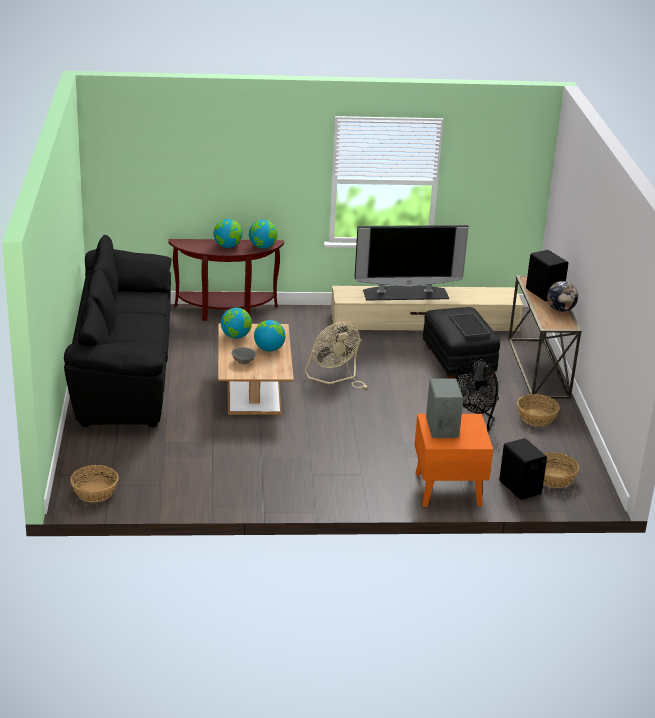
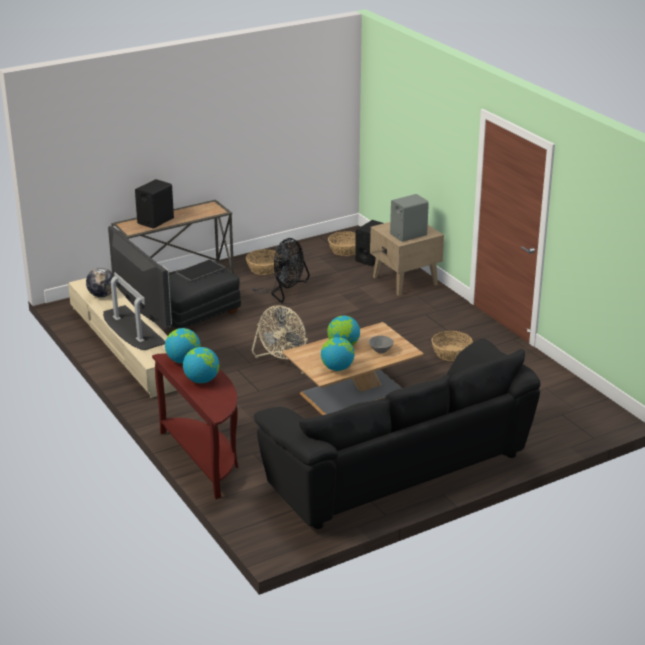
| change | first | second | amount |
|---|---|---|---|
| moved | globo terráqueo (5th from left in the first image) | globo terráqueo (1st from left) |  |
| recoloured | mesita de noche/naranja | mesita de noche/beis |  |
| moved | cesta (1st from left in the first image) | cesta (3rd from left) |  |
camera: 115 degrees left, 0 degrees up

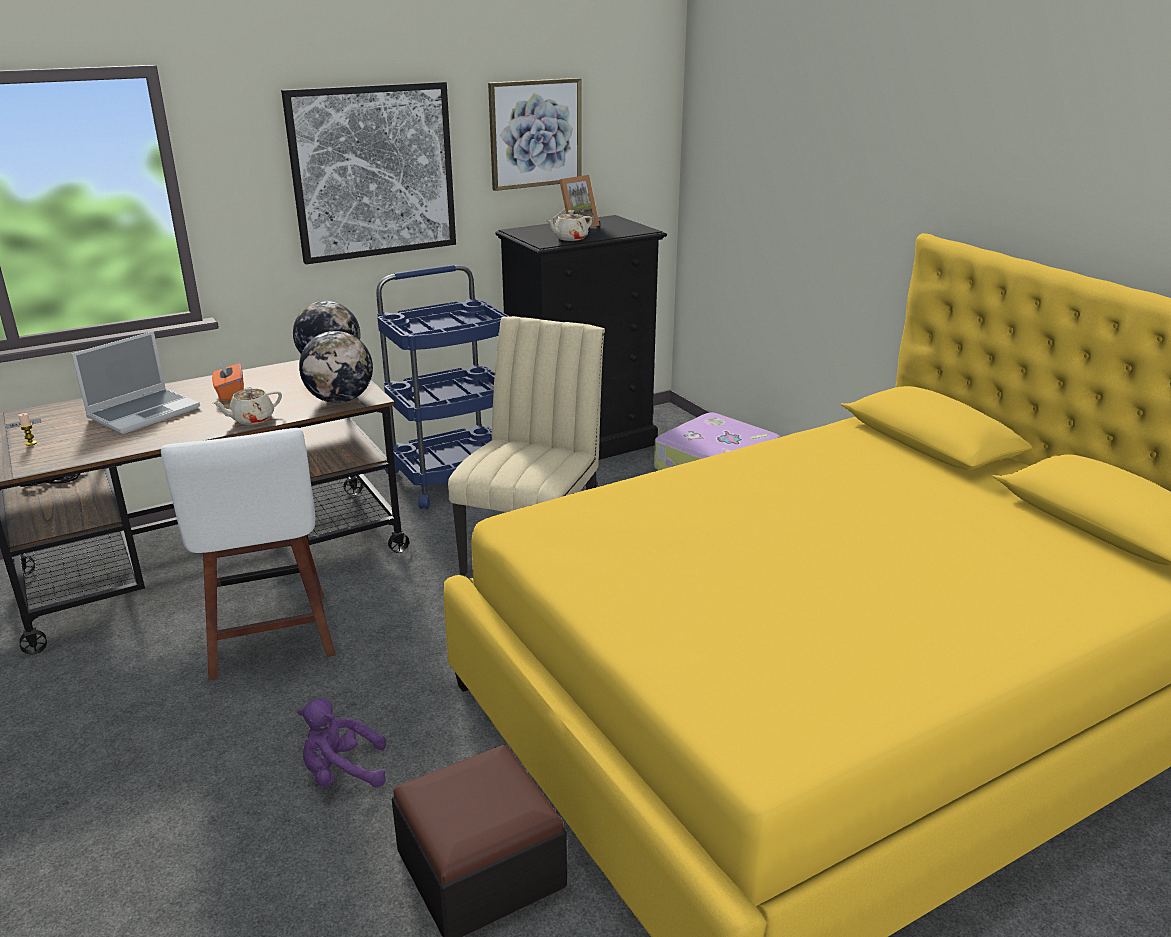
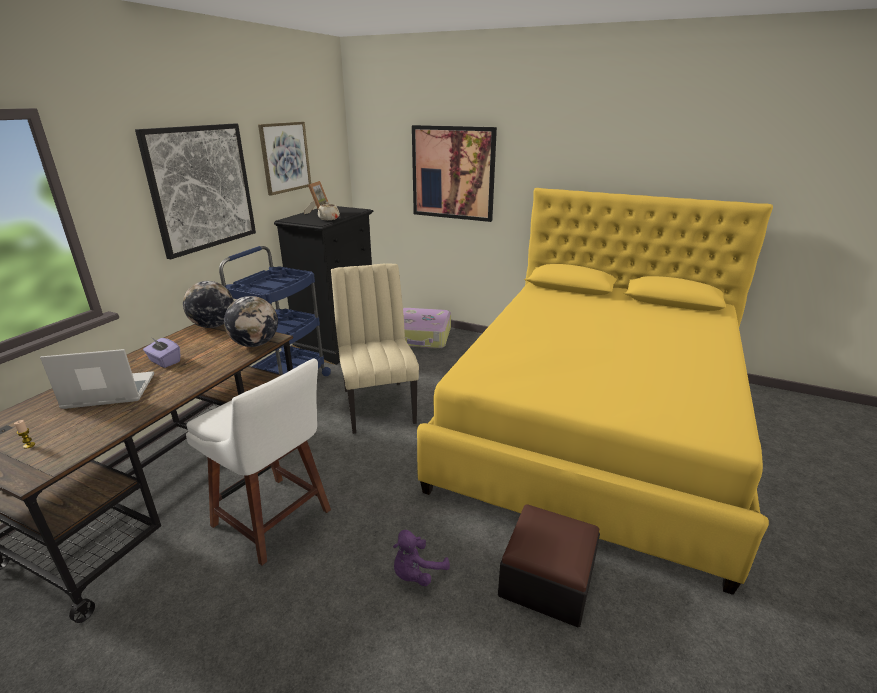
| change | first | second | amount |
|---|---|---|---|
| turned | portátil |  | 105 degrees counterclockwise |
| recoloured | caja de pañuelos/naranja | caja de pañuelos/morado |  |
| added |  | cuadro (3rd from left) |  |
| removed | tetera/beis (1st from left) |  |  |
camera: 35 degrees left, 0 degrees up

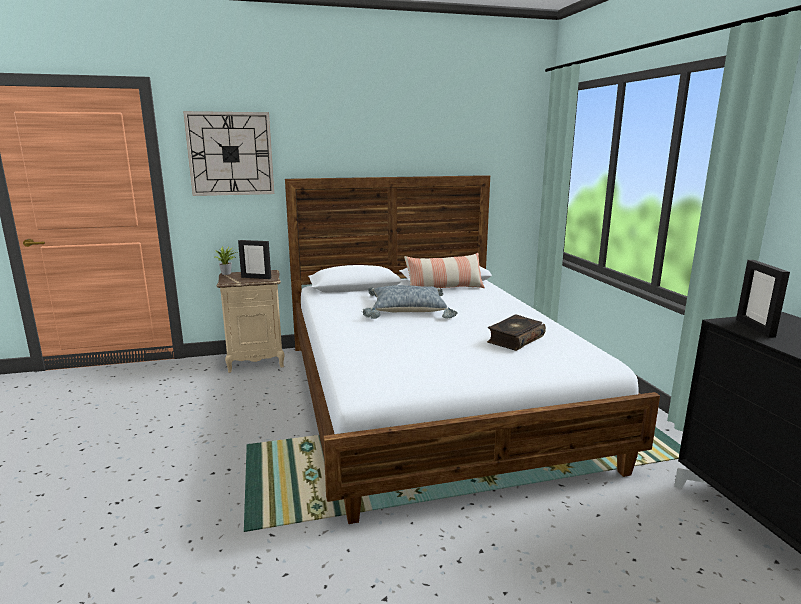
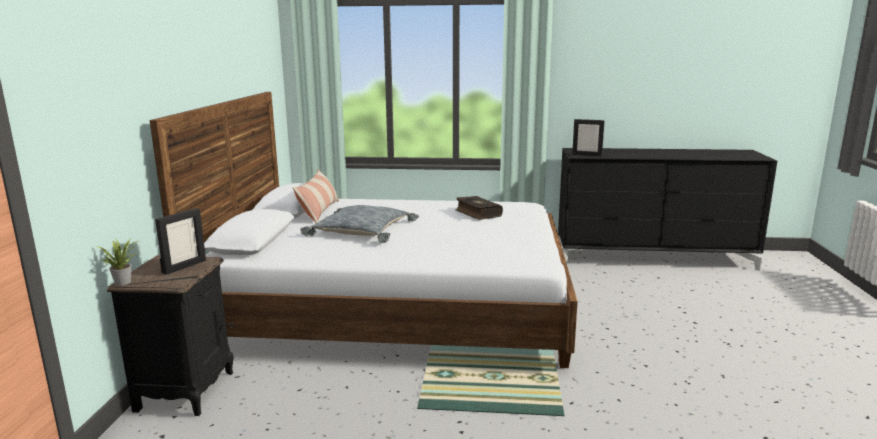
| change | first | second | amount |
|---|---|---|---|
| recoloured | mesita de noche/beis | mesita de noche/negro |  |
| removed | reloj de pared |  |  |
camera: 70 degrees left, 0 degrees up

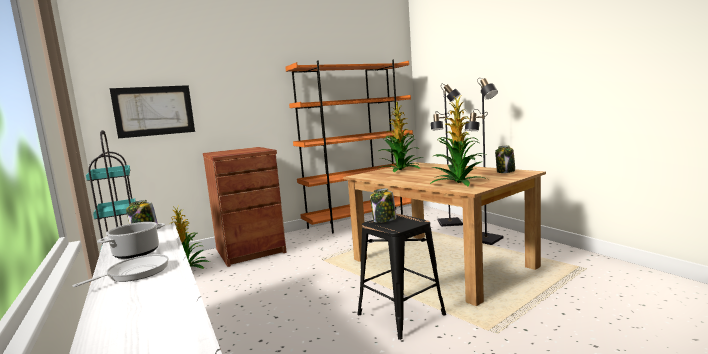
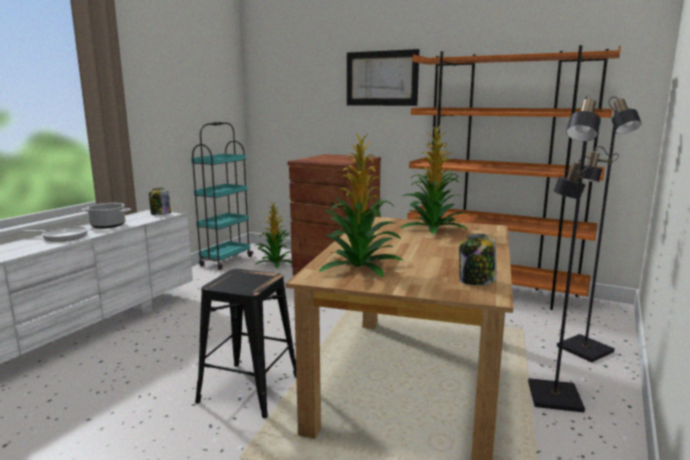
| change | first | second | amount |
|---|---|---|---|
| moved | cuadro |  |  |
| removed | tarro (2nd from left) |  |  |
camera: 55 degrees right, 5 degrees up

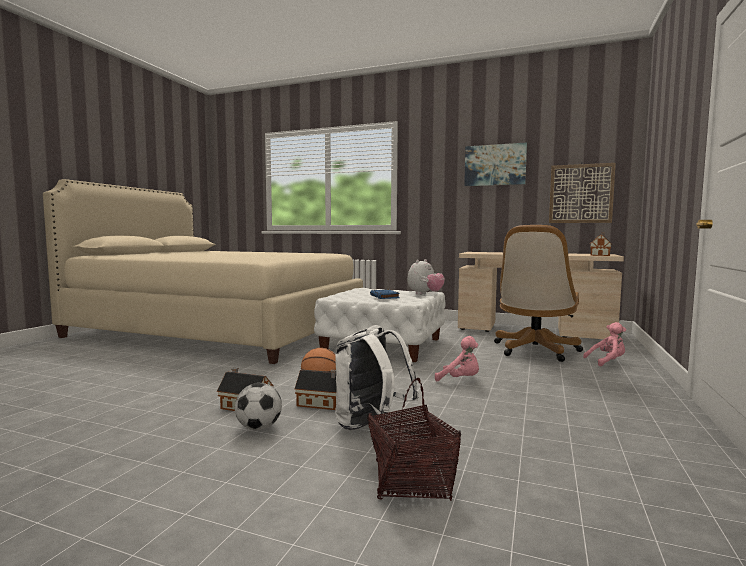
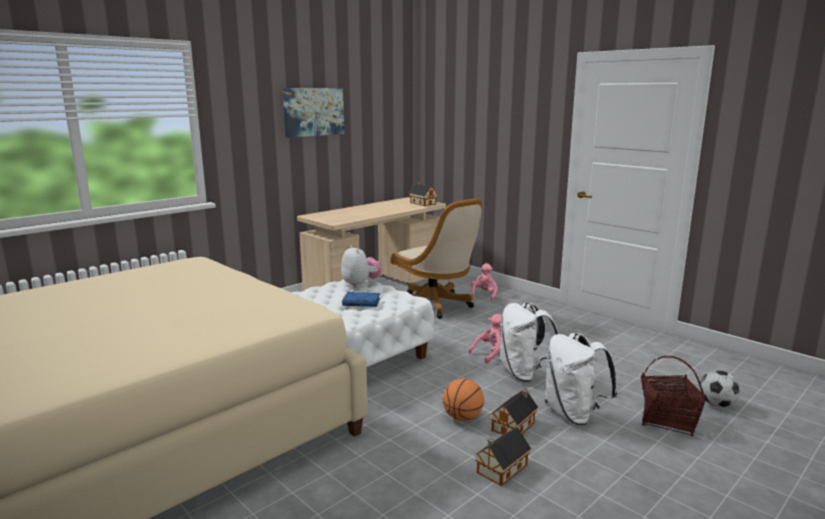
| change | first | second | amount |
|---|---|---|---|
| added |  | mochila/blanco (1st from left) |  |
| moved | balón de fútbol |  |  |
| removed | cuadro (2nd from left) |  |  |
camera: 65 degrees left, 10 degrees up

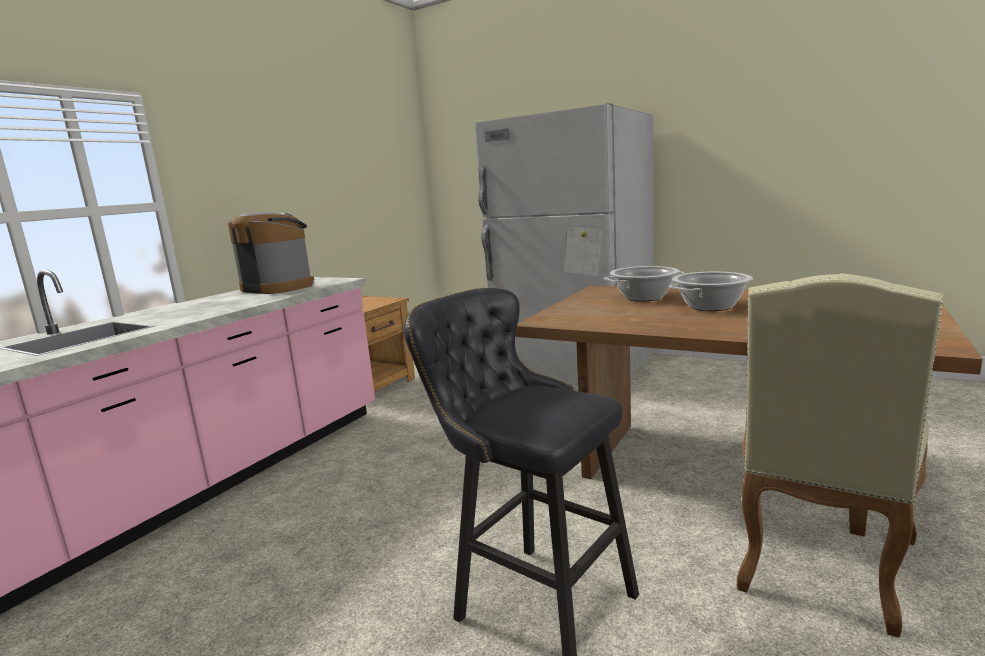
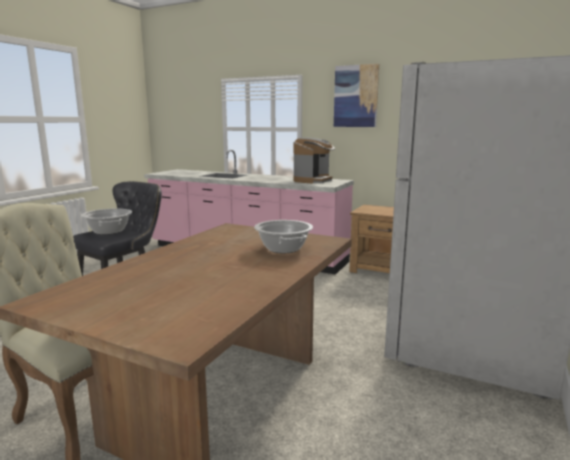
| change | first | second | amount |
|---|---|---|---|
| moved | olla (2nd from left in the first image) | olla (1st from left) |  |
| added |  | cuadro |  |
camera: 85 degrees right, 0 degrees up

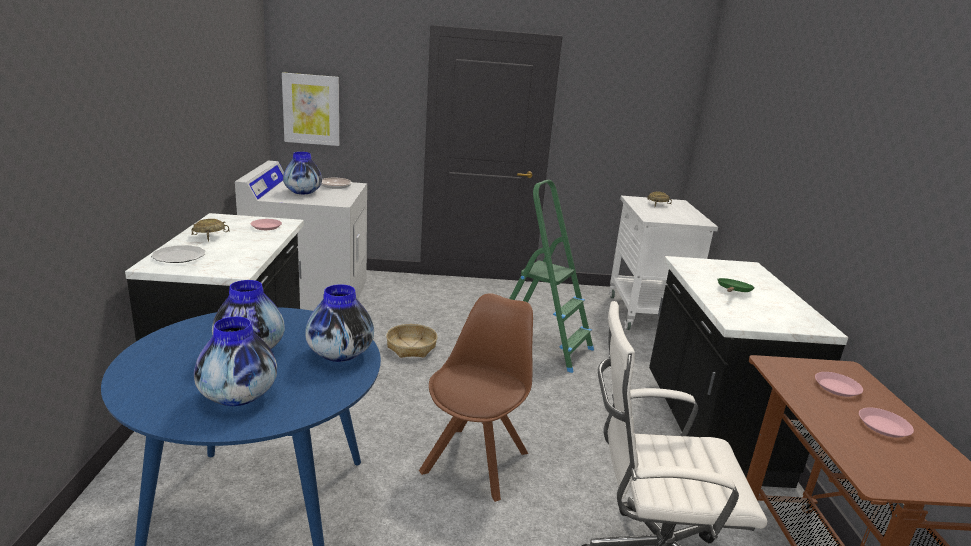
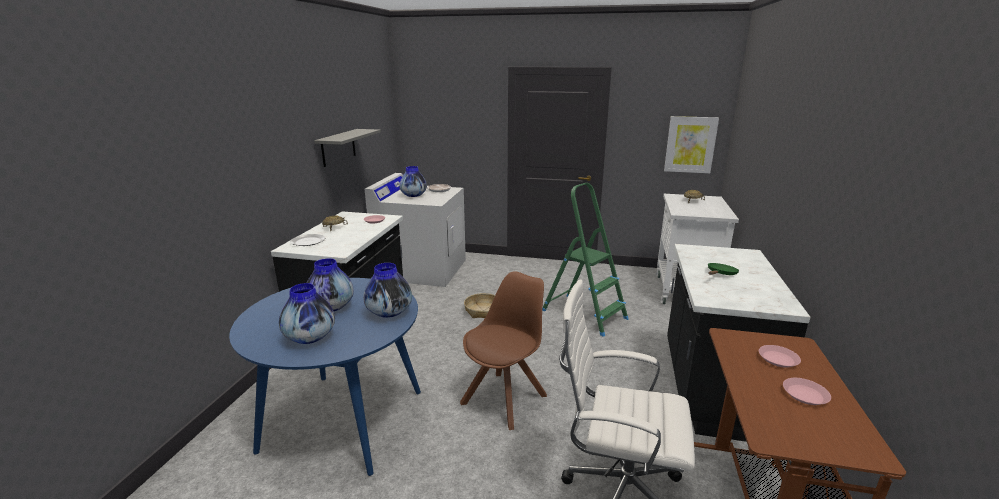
| change | first | second | amount |
|---|---|---|---|
| added |  | estante/gris |  |
| moved | cuadro |  |  |
camera: 15 degrees right, 0 degrees up

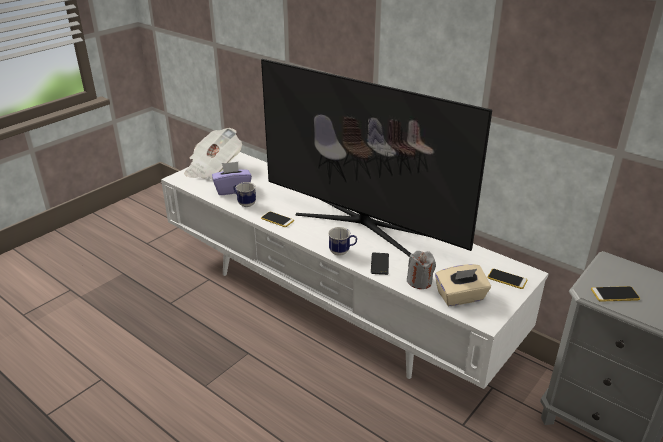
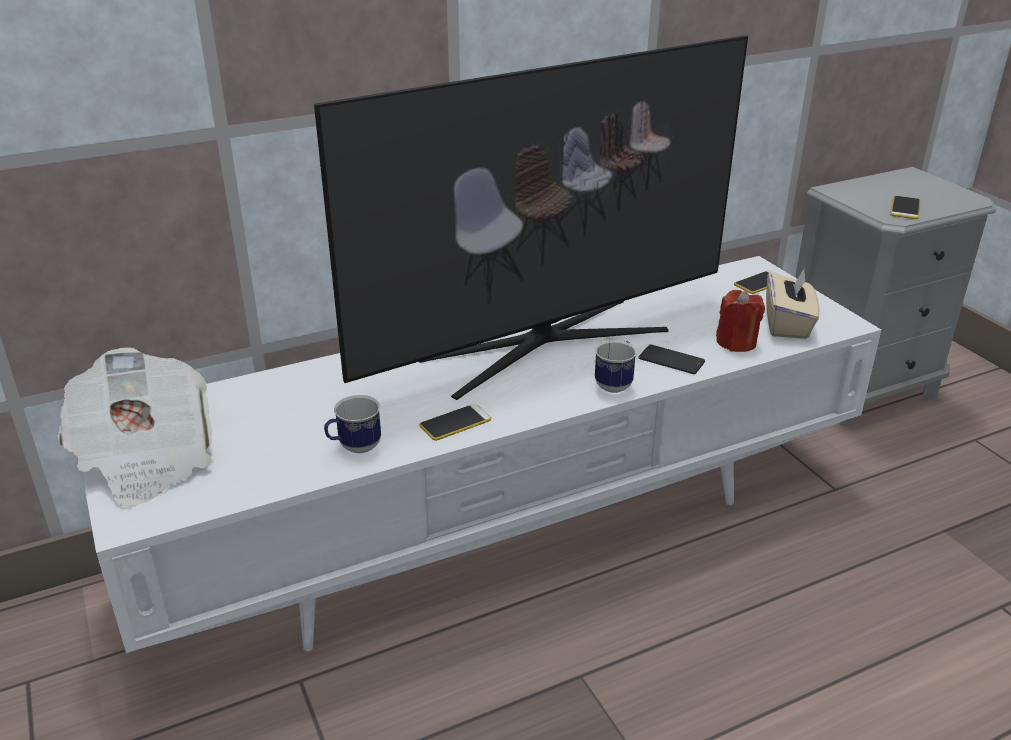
| change | first | second | amount |
|---|---|---|---|
| recoloured | vela/gris | vela/rojo |  |
| removed | caja de pañuelos/morado |  |  |
camera: 65 degrees left, 0 degrees up

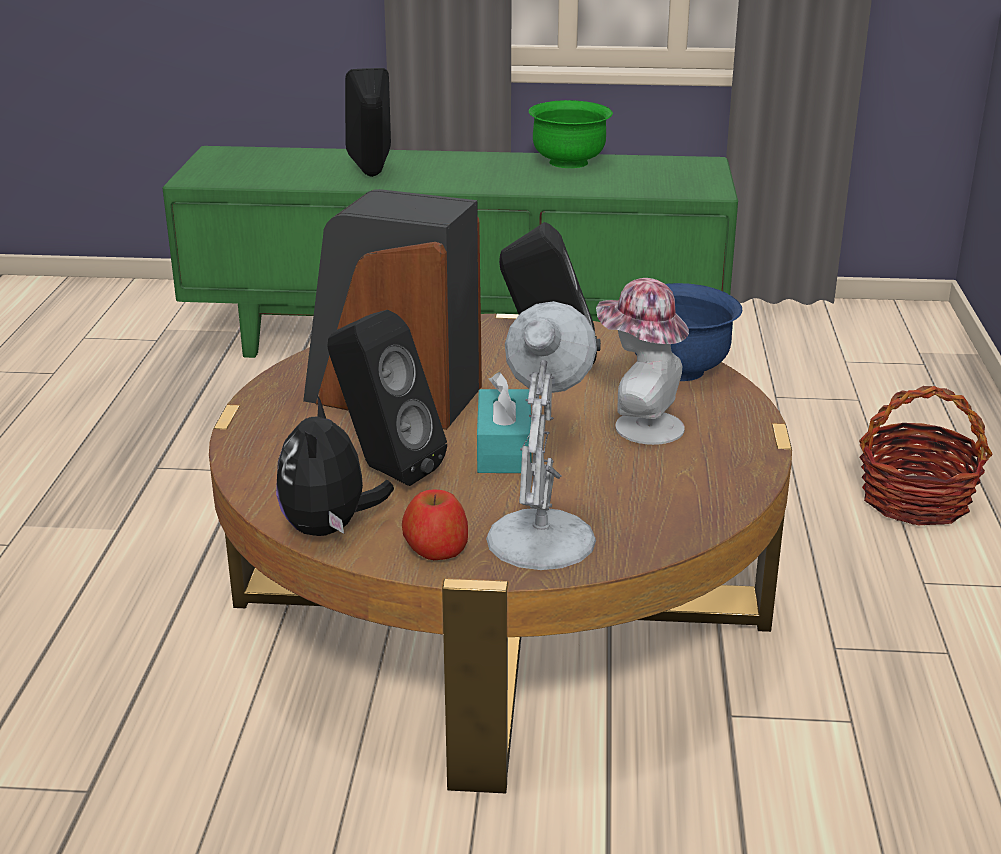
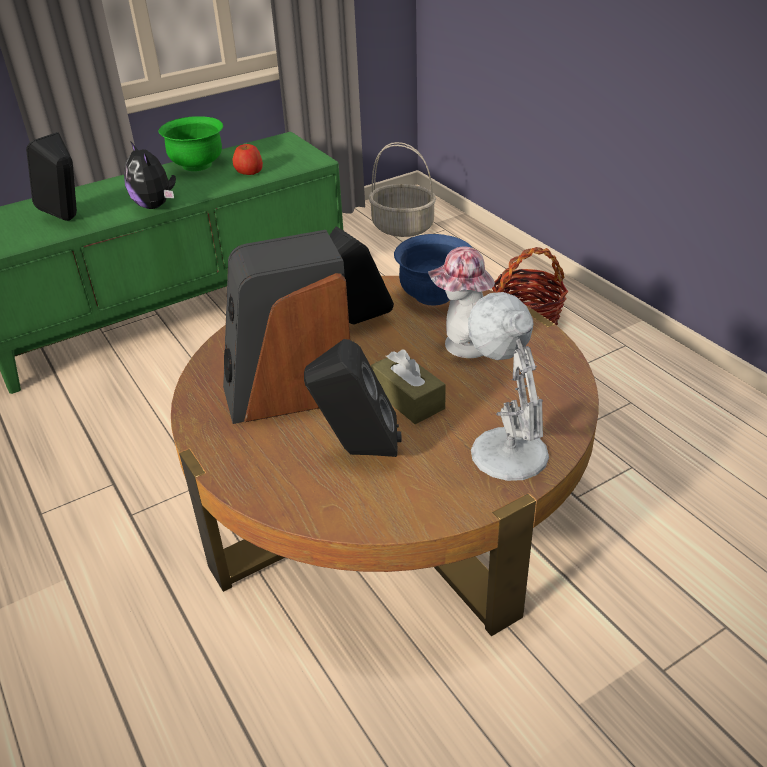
| change | first | second | amount |
|---|---|---|---|
| moved | peluche |  |  |
| moved | manzana |  |  |
| added |  | cesta (1st from left) |  |
| recoloured | caja de pañuelos/turquesa | caja de pañuelos/marrón |  |
camera: 35 degrees left, 10 degrees up

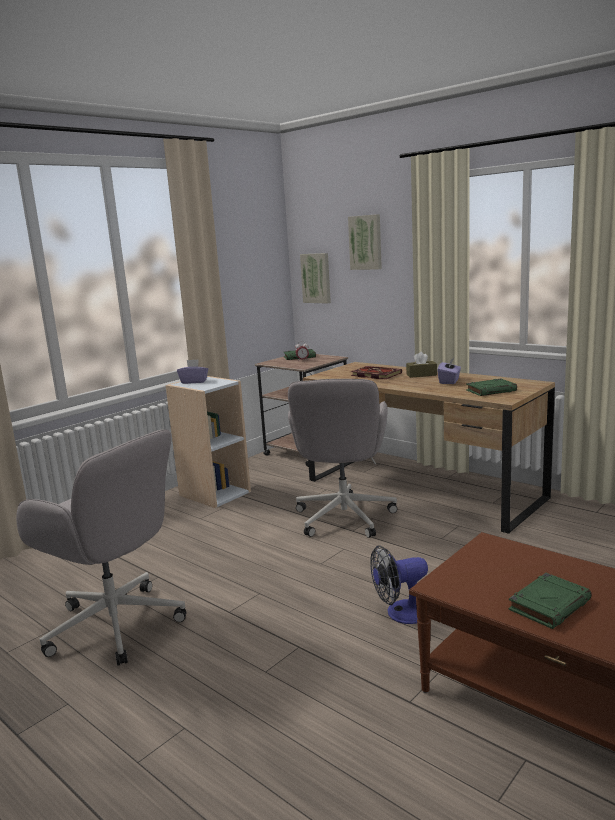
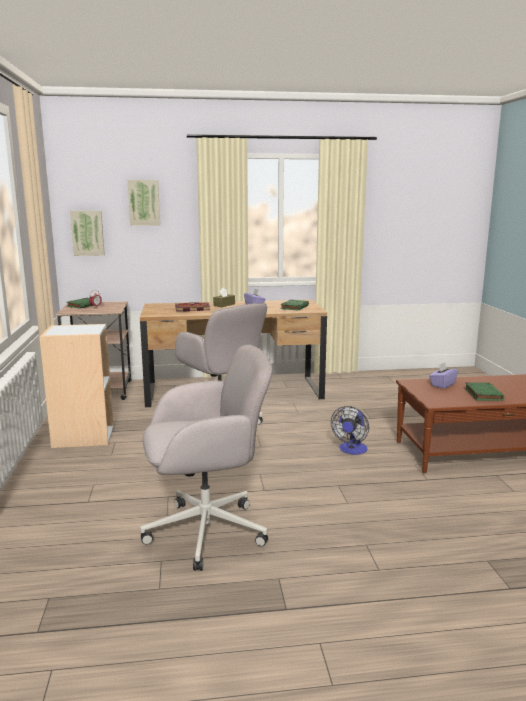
| change | first | second | amount |
|---|---|---|---|
| moved | caja de pañuelos/morado (1st from left in the first image) | caja de pañuelos/morado (2nd from left) |  |
camera: 50 degrees left, 0 degrees up

